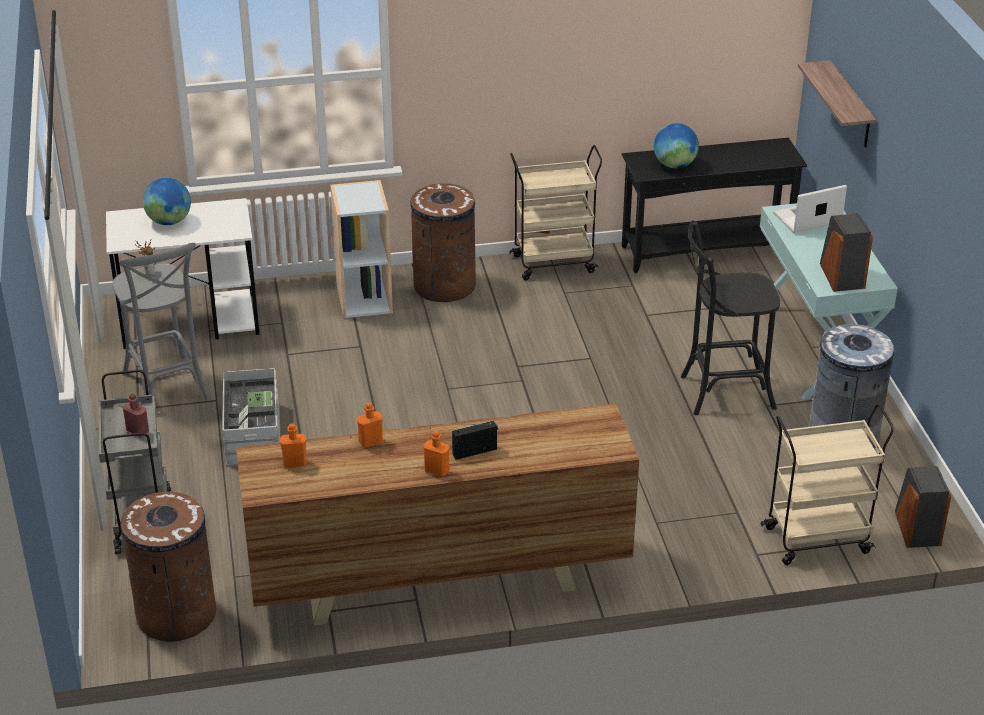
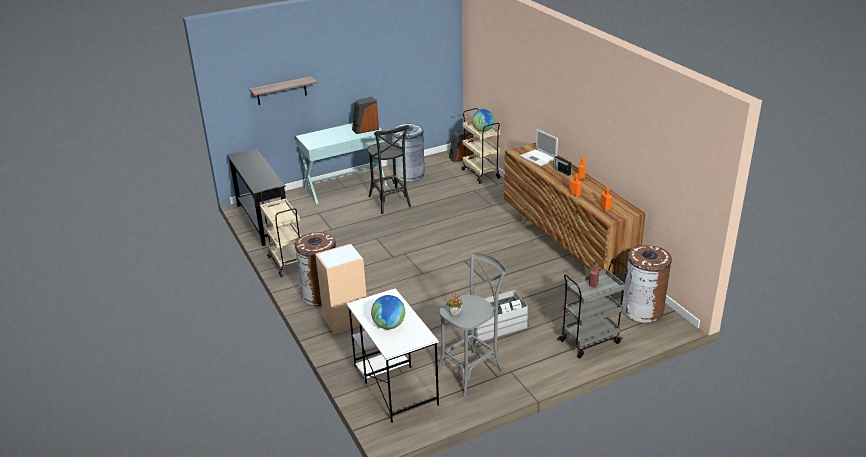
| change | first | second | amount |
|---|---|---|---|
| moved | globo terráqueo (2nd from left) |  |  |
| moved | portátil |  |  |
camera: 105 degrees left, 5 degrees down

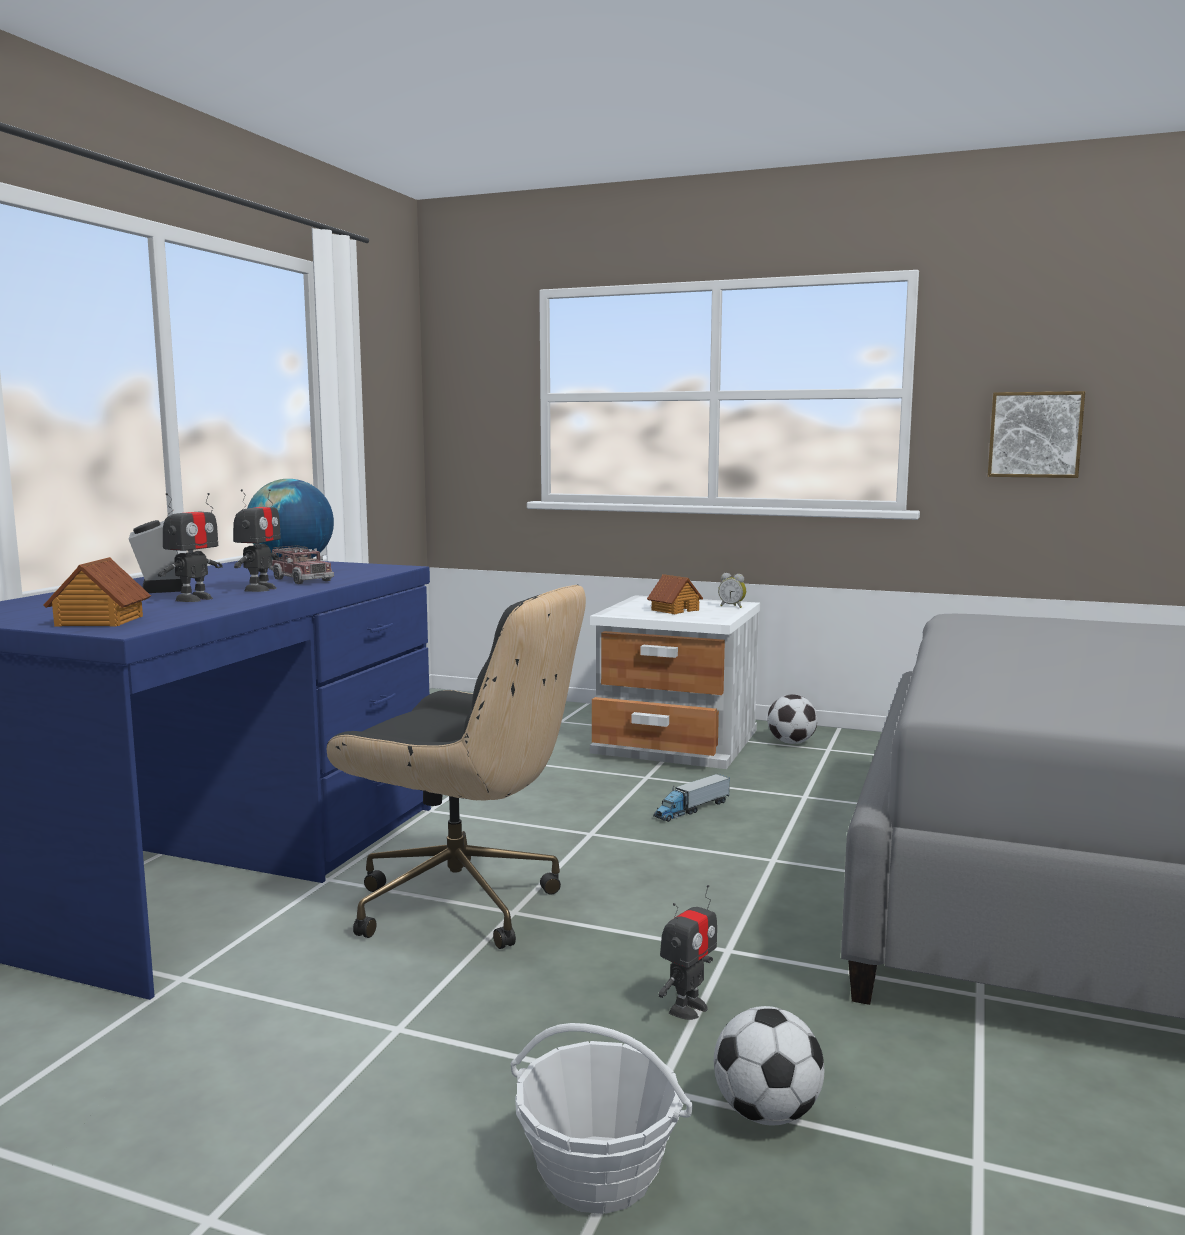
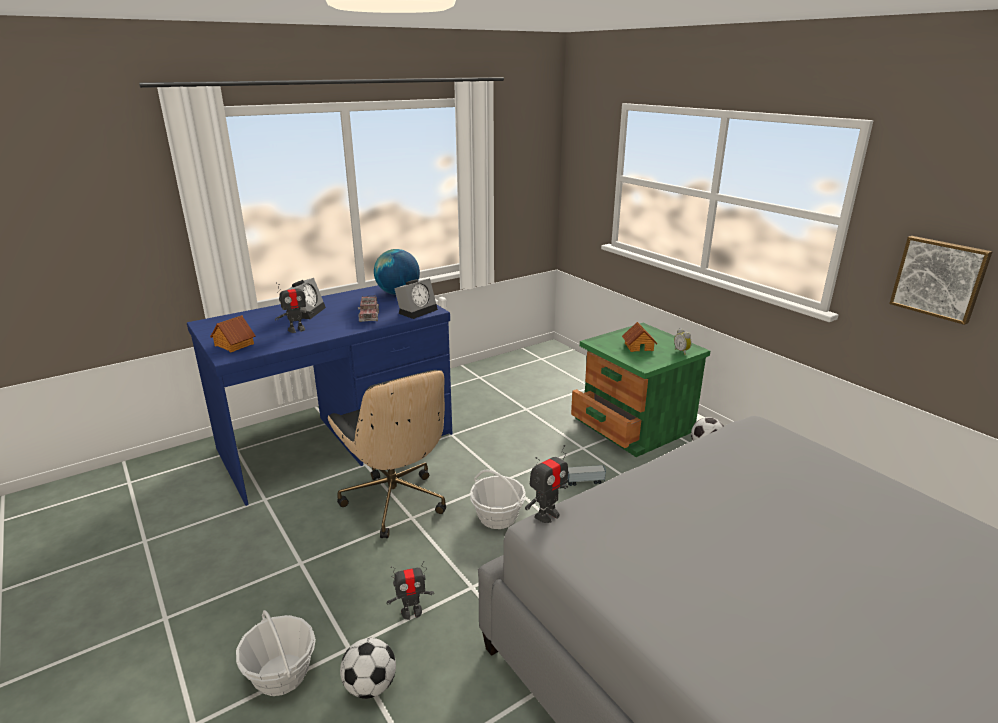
| change | first | second | amount |
|---|---|---|---|
| added |  | despertador (2nd from left) |  |
| added |  | cesta (2nd from left) |  |
| moved | robot de juguete (2nd from left in the first image) | robot de juguete (3rd from left) |  |
| recoloured | mesita de noche/blanco | mesita de noche/verde |  |
camera: 35 degrees right, 15 degrees up

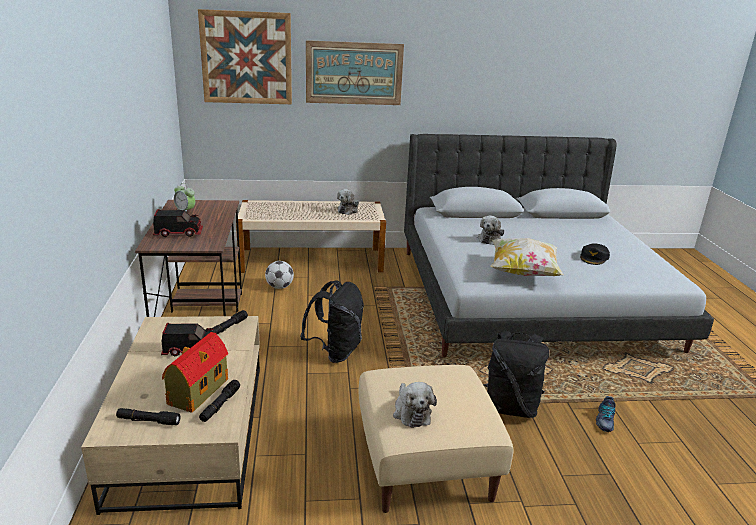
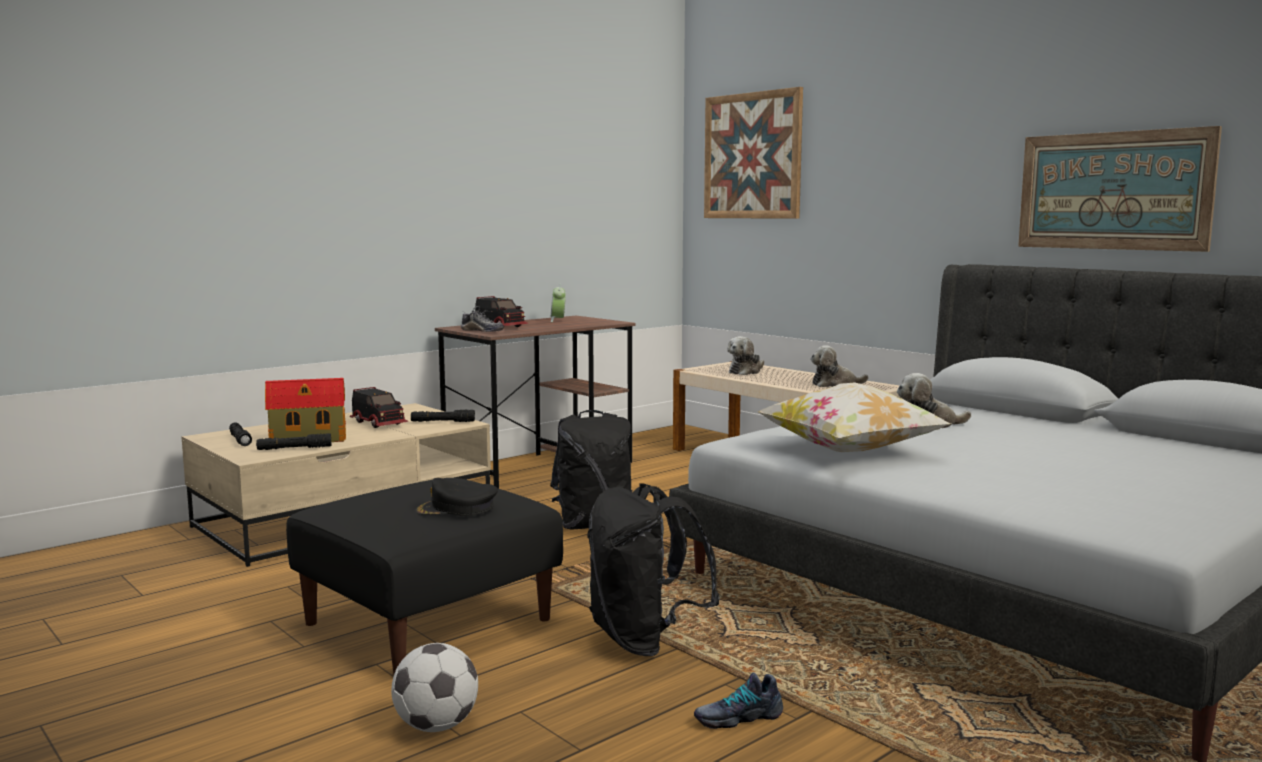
| change | first | second | amount |
|---|---|---|---|
| recoloured | puf/beis | puf/negro |  |
| moved | balón de fútbol |  |  |
| moved | gorra/negro |  |  |
| added |  | zapato (1st from left) |  |
| moved | peluche (2nd from left in the first image) | peluche (1st from left) |  |
| moved | cuadro (2nd from left) |  |  |
camera: 55 degrees right, 15 degrees down

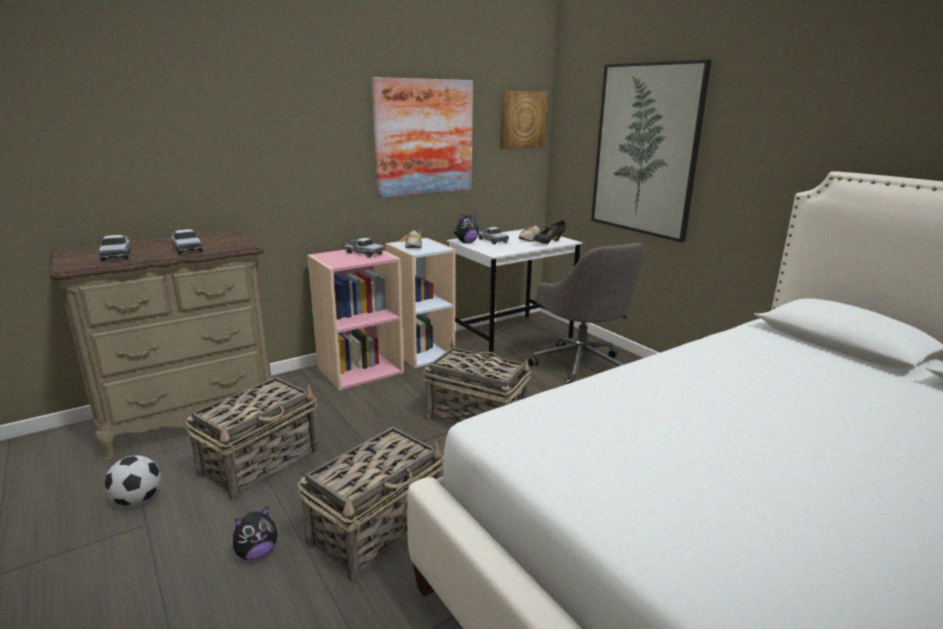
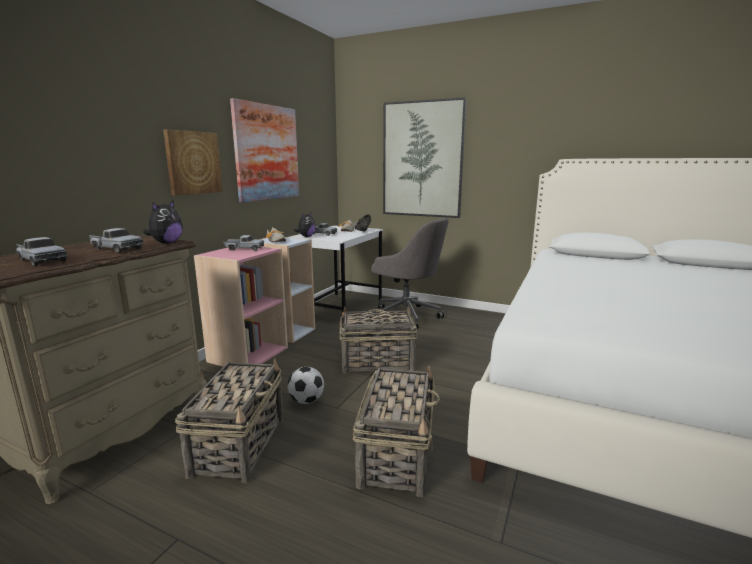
| change | first | second | amount |
|---|---|---|---|
| moved | peluche (1st from left) |  |  |
| moved | cuadro (2nd from left in the first image) | cuadro (1st from left) |  |
| moved | balón de fútbol |  |  |
camera: 30 degrees left, 5 degrees down

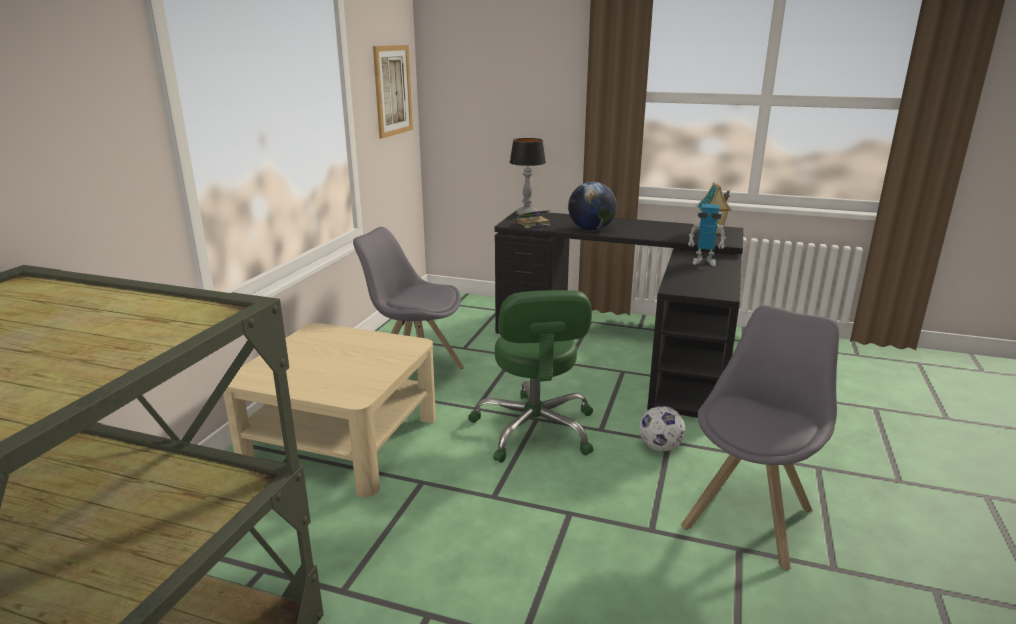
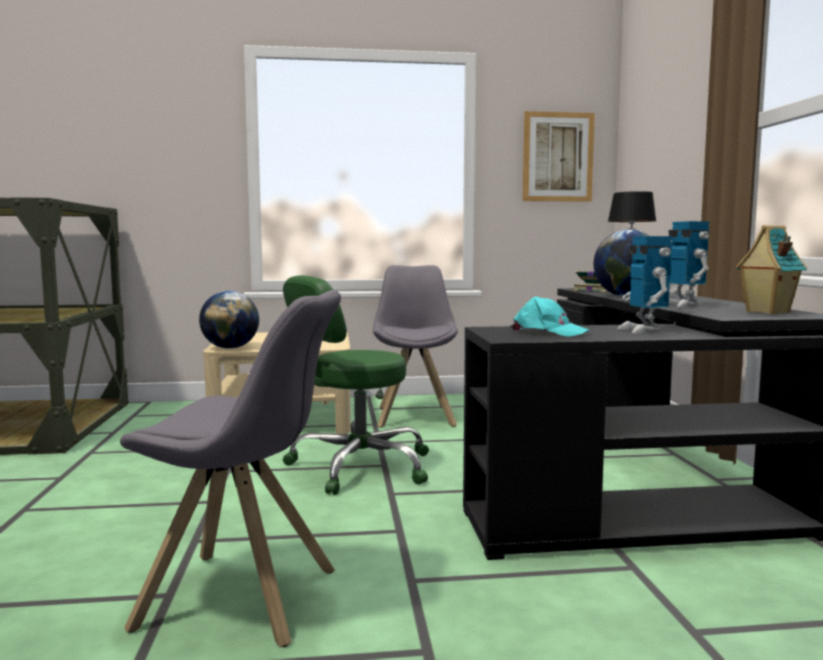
| change | first | second | amount |
|---|---|---|---|
| added |  | globo terráqueo (1st from left) |  |
| added |  | gorra/turquesa |  |
| added |  | robot de juguete (2nd from left) |  |
| removed | balón de fútbol |  |  |
camera: 65 degrees right, 15 degrees down

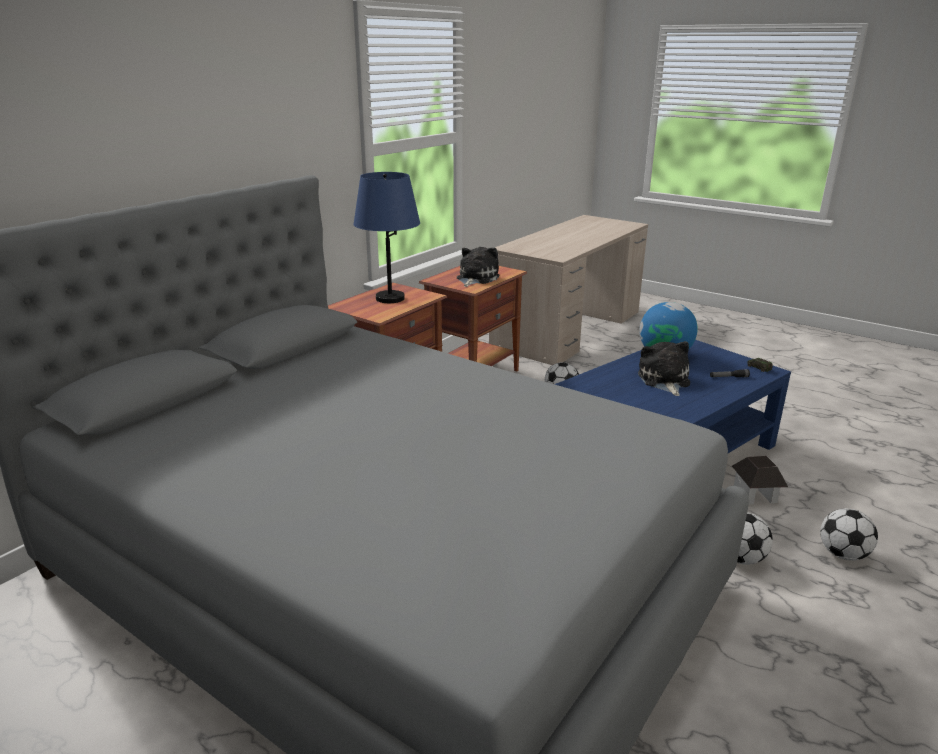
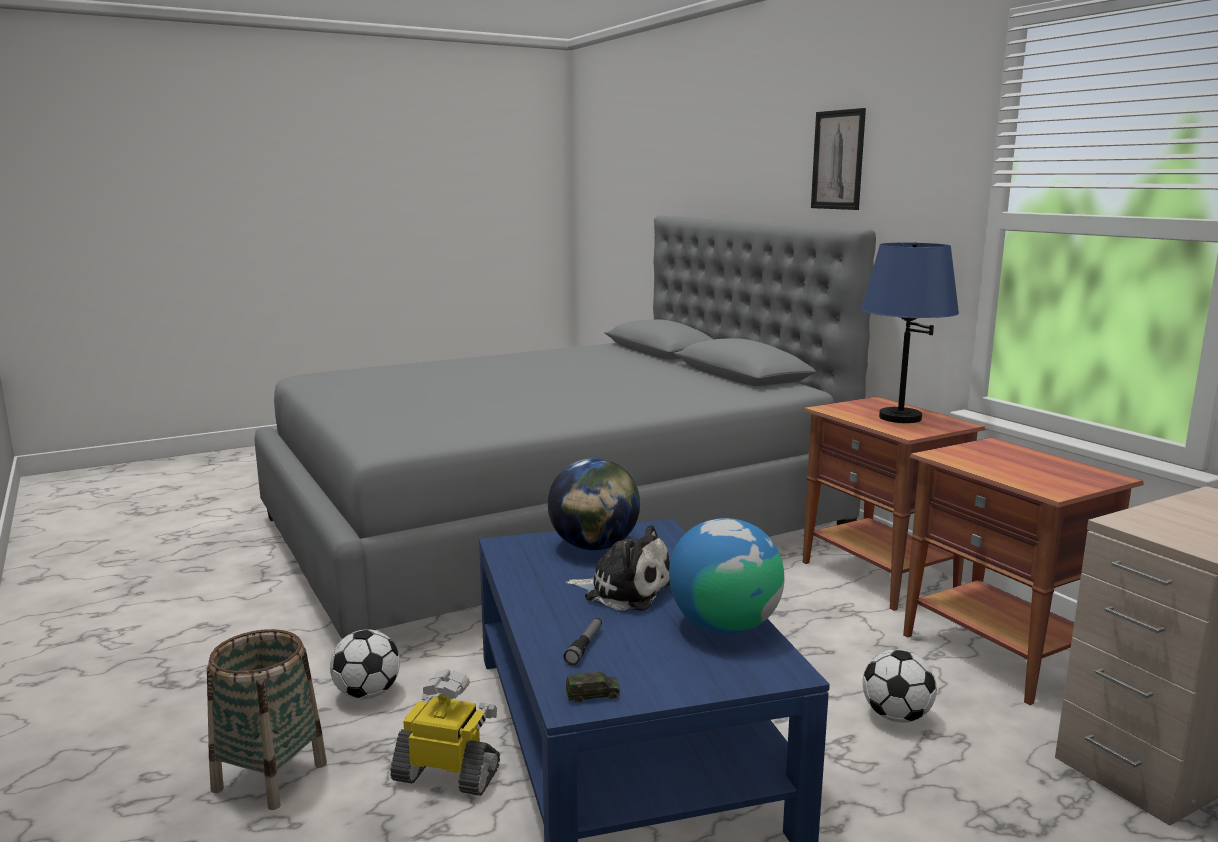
| change | first | second | amount |
|---|---|---|---|
| replaced | balón de fútbol (3rd from left) | cesta |  |
| replaced | casita | robot de juguete |  |
| added |  | globo terráqueo (1st from left) |  |
| added |  | cuadro |  |
| removed | peluche (1st from left) |  |  |
camera: 115 degrees right, 10 degrees down

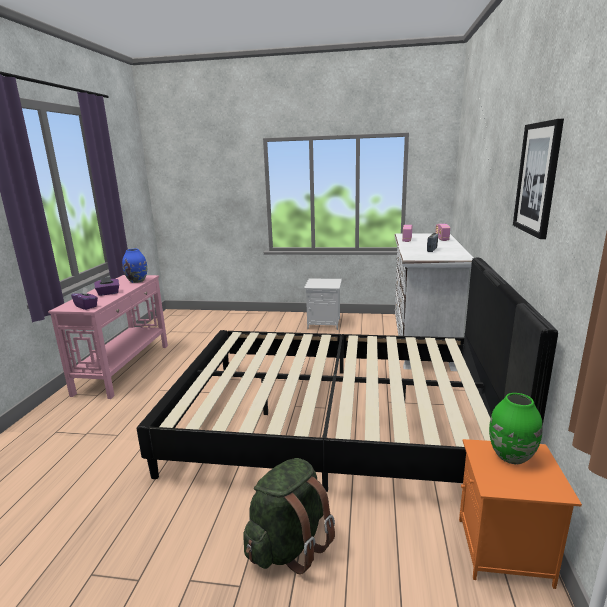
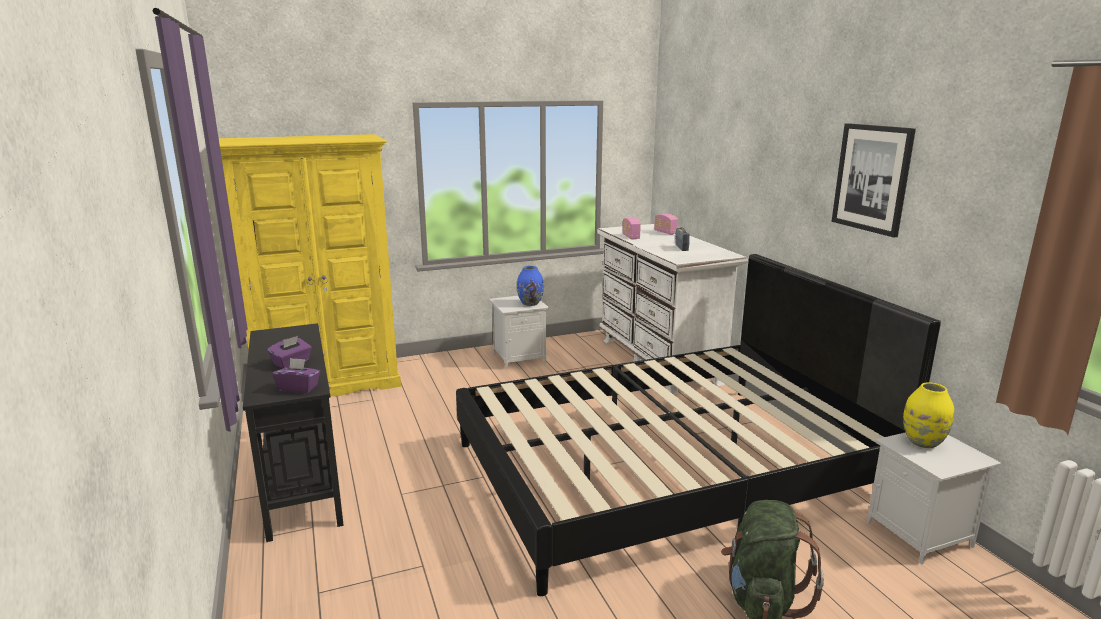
| change | first | second | amount |
|---|---|---|---|
| added |  | armario ropero/amarillo |  |
| recoloured | mesa consola/rosa | mesa consola/negro |  |
| moved | florero/azul |  |  |
| recoloured | mesita de noche/naranja | mesita de noche/gris (2nd from left) |  |
| recoloured | florero/verde | florero/amarillo |  |
camera: 30 degrees left, 0 degrees up

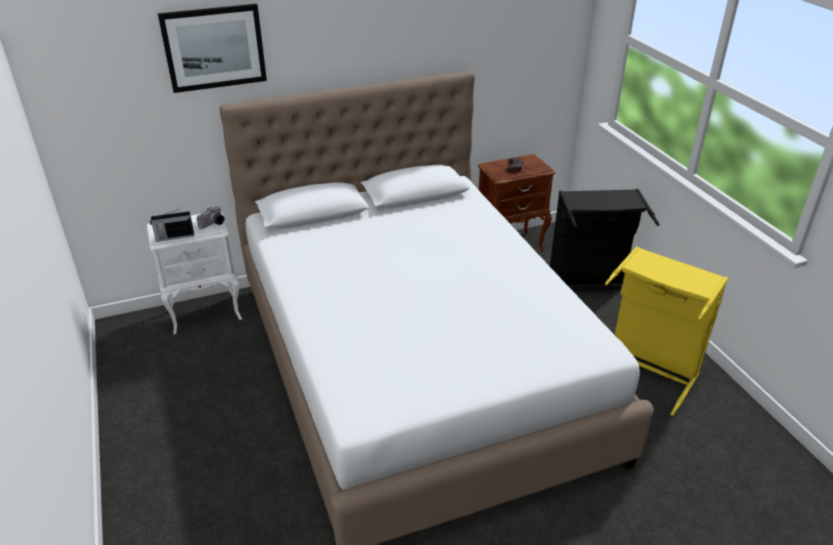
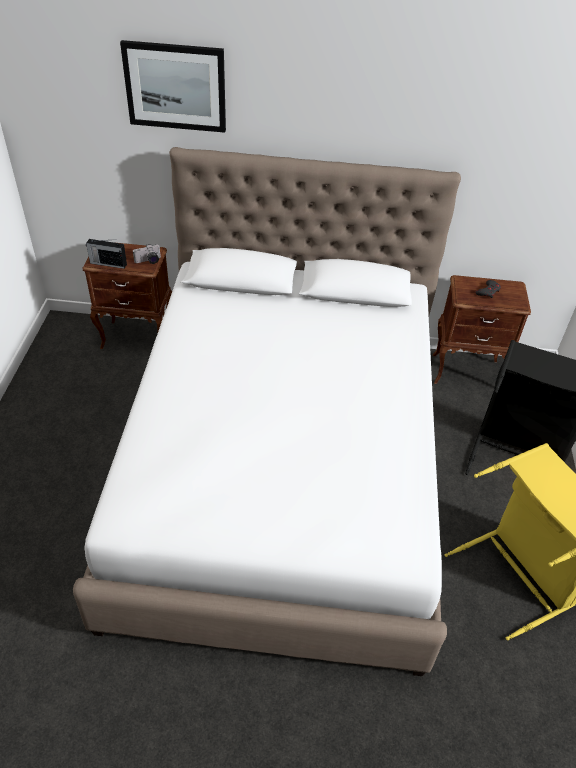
| change | first | second | amount |
|---|---|---|---|
| recoloured | mesita de noche/blanco | mesita de noche/marrón (1st from left) |  |
camera: 25 degrees right, 10 degrees up

